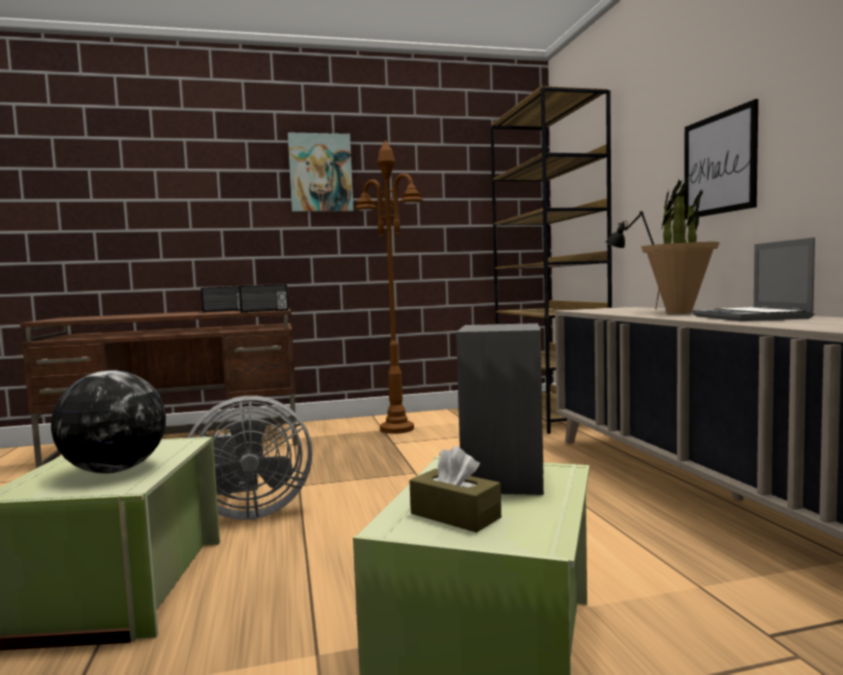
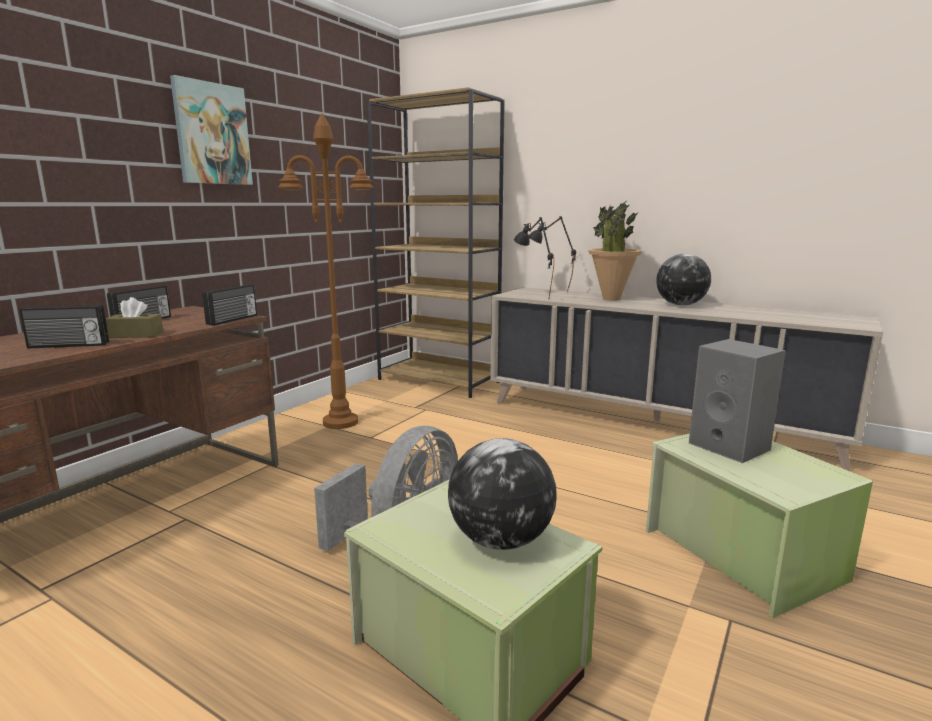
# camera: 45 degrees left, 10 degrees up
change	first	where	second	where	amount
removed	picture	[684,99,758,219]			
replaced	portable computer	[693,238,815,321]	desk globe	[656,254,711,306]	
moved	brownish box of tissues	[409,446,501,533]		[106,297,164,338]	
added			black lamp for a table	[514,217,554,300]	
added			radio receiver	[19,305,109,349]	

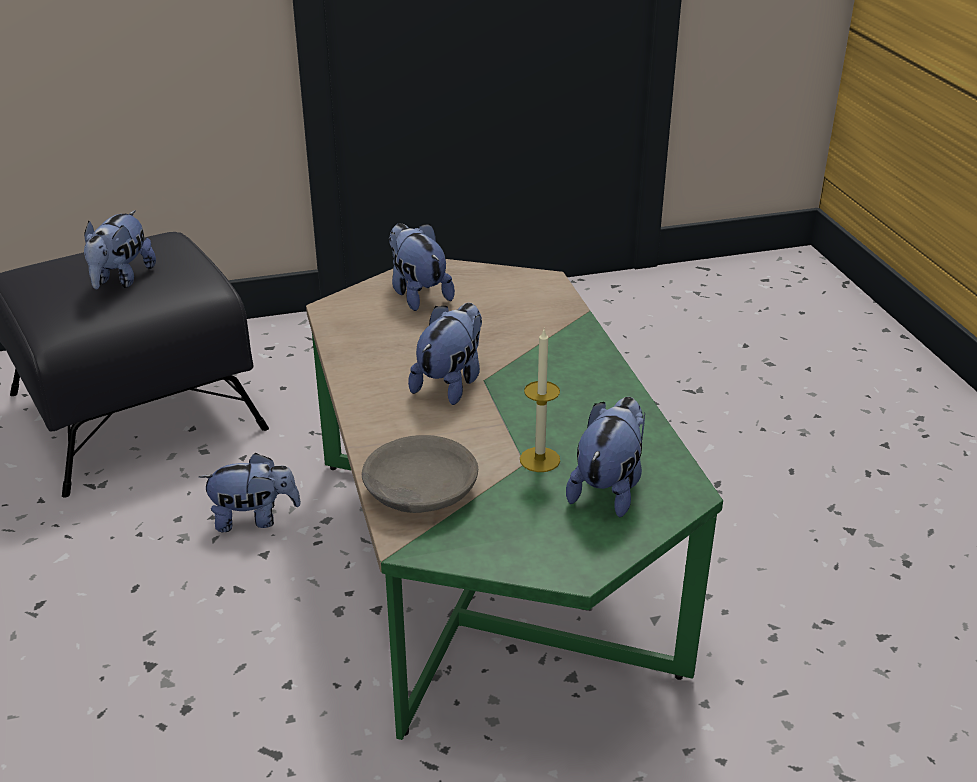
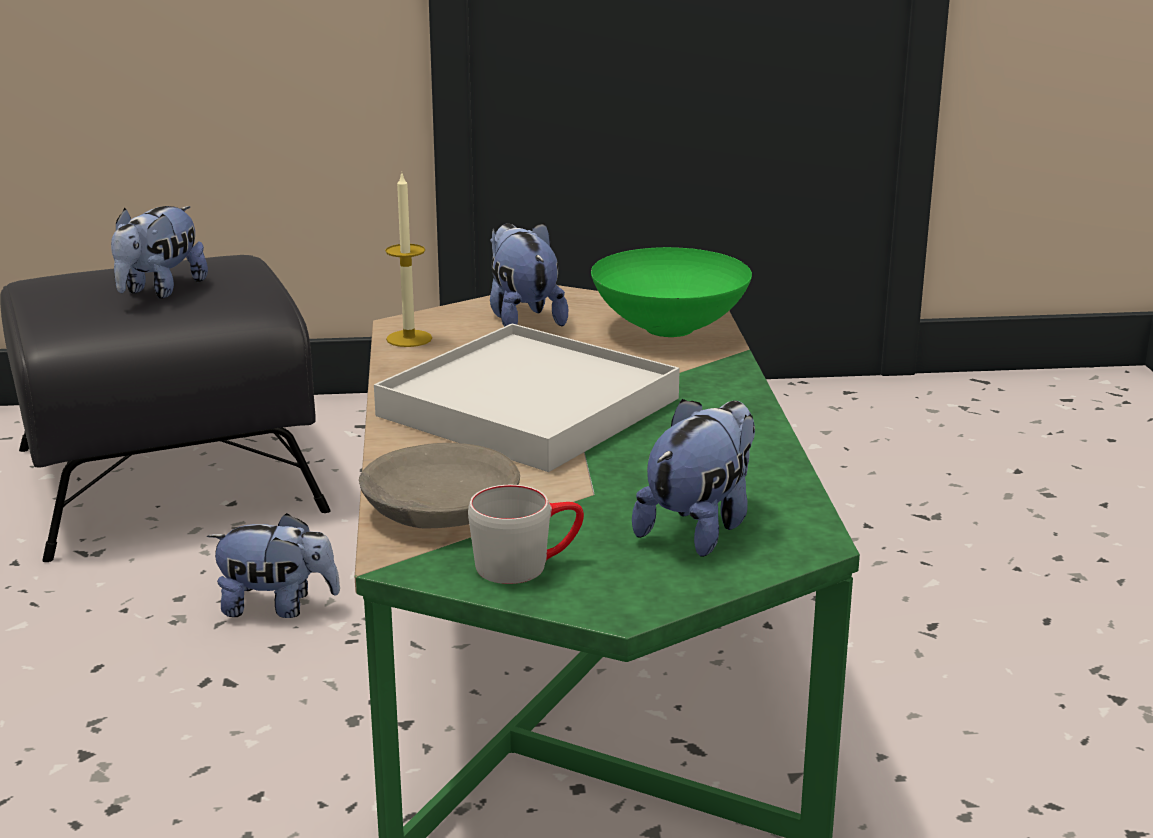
# camera: 10 degrees right, 10 degrees down
change	first	where	second	where	amount
replaced	plush toy	[408,303,482,405]	white-coloured carrying tray	[374,324,680,472]	
moved	wax candle	[520,330,560,472]		[385,174,432,347]	
added			green deep dish	[591,247,752,337]	
added			grey mug	[468,485,584,584]	

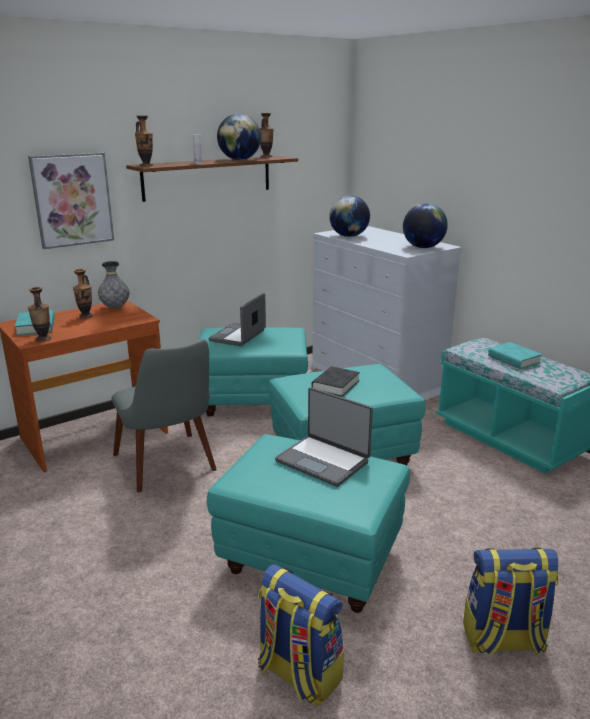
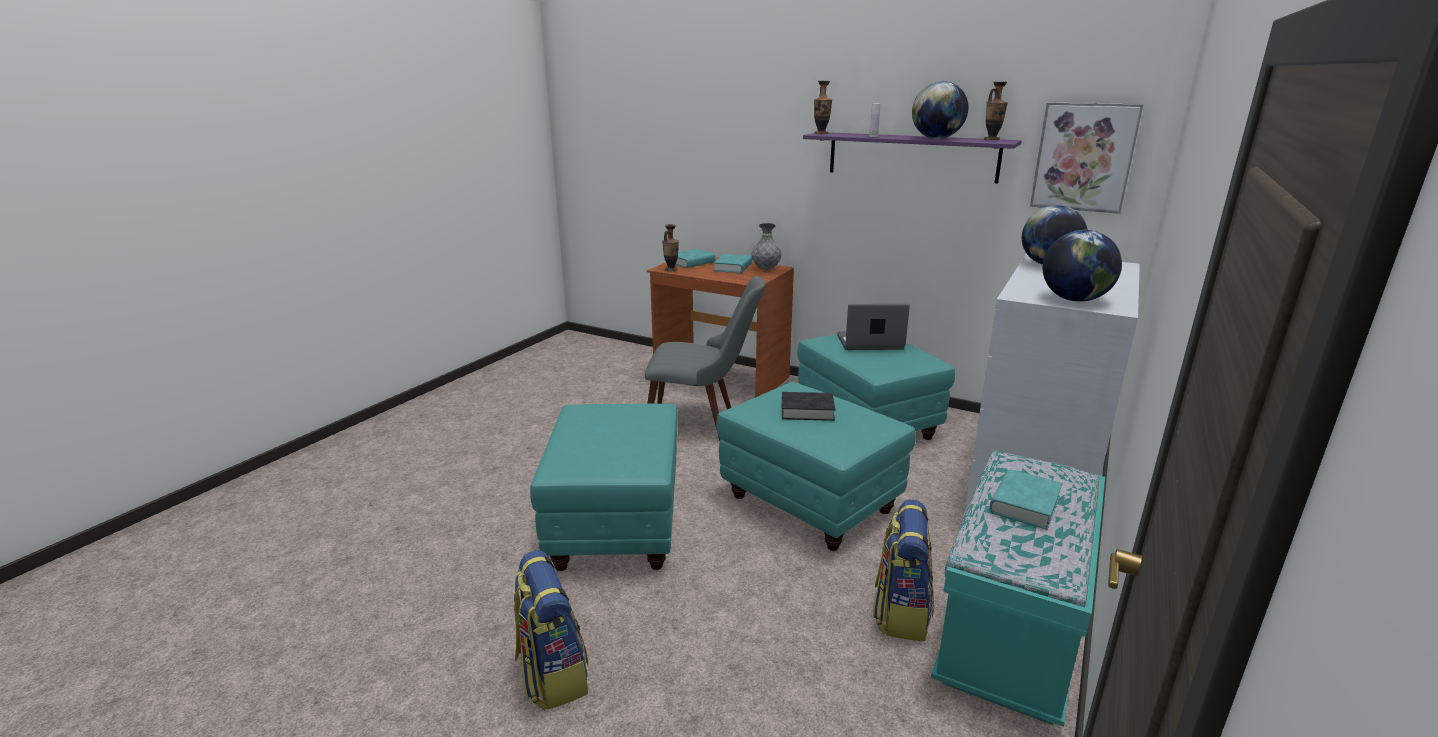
# camera: 65 degrees right, 0 degrees up
change	first	where	second	where	amount
moved	picture	[28,152,114,249]		[1030,102,1143,214]	
recoloured	brownish wall shelf	[126,156,298,202]	purple wall shelf	[803,132,1022,183]	
replaced	flower vase	[73,269,93,319]	turquoise-coloured volume	[713,254,752,273]	
turned	grey upright chair	[112,339,217,492]		[645,276,765,441]	120 degrees counterclockwise
removed	portable computer	[275,387,373,487]			
moved	knapsack	[258,564,344,706]		[873,500,934,641]	

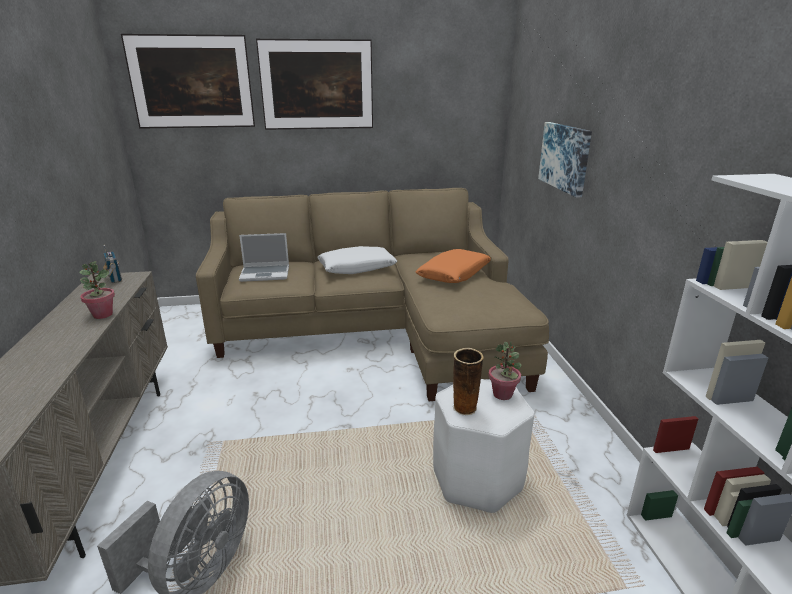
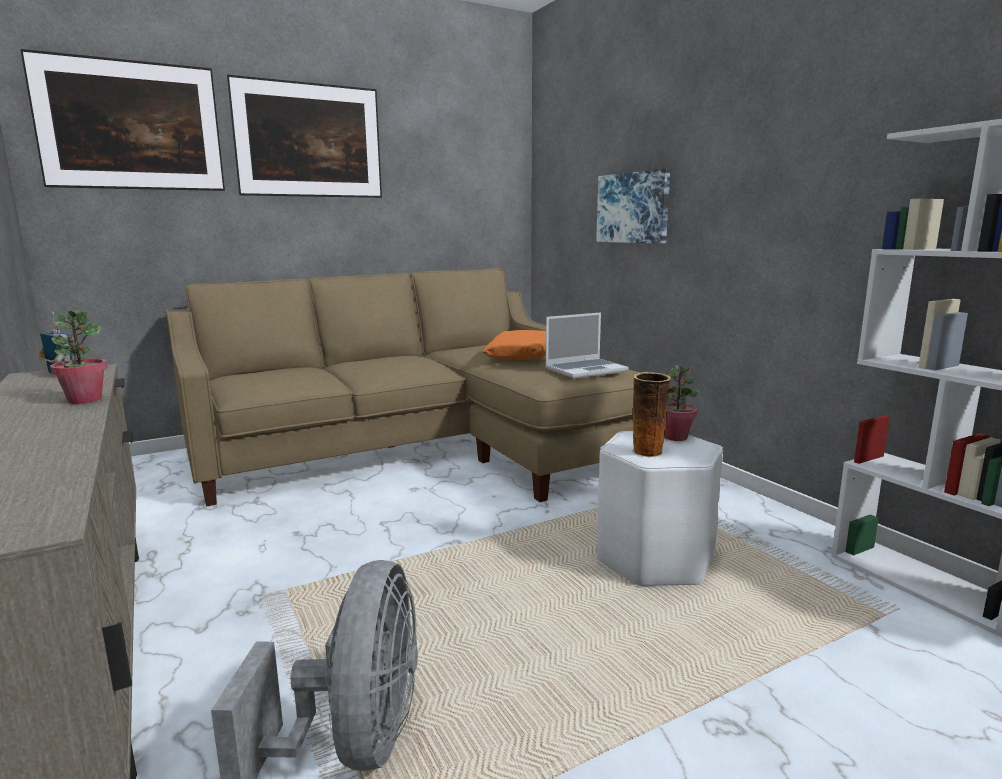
# camera: 20 degrees left, 10 degrees down
change	first	where	second	where	amount
moved	portable computer	[239,233,289,282]		[545,312,629,379]	
removed	white-coloured throw pillow	[317,246,397,274]			

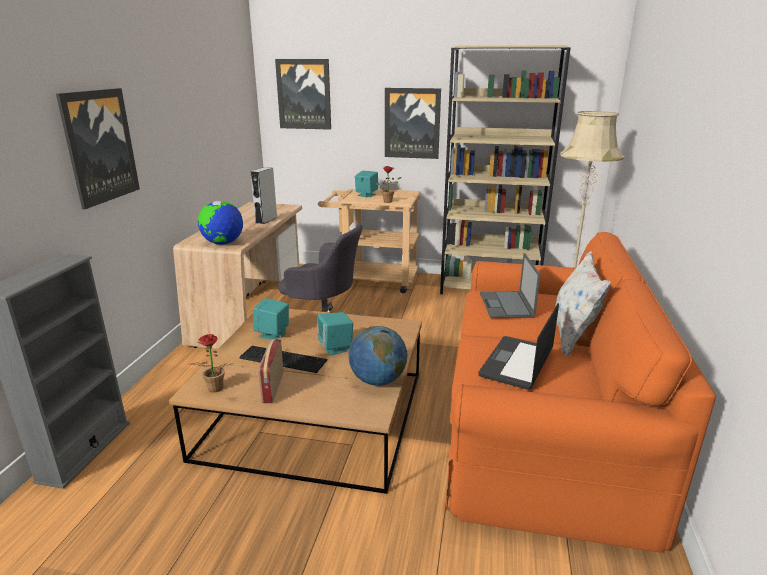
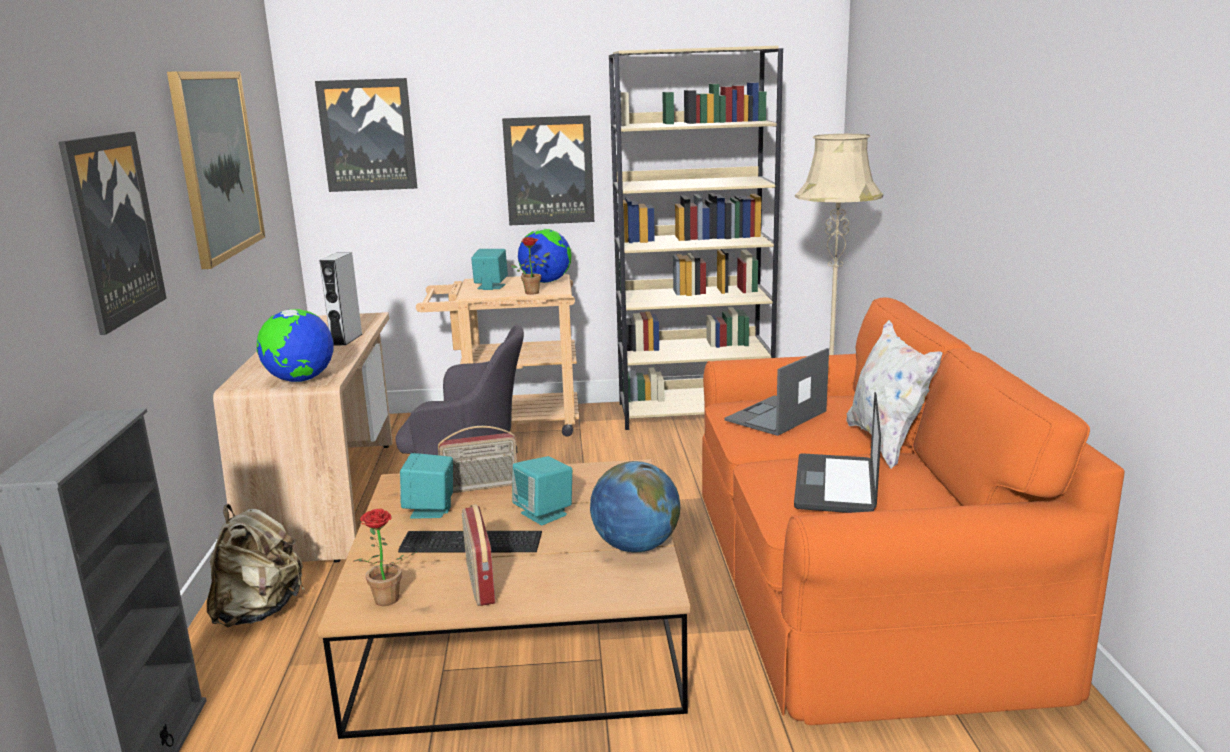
# camera: 15 degrees left, 5 degrees down
change	first	where	second	where	amount
turned	portable computer	[480,253,541,318]		[725,348,829,436]	60 degrees clockwise
added			picture	[167,71,265,269]	
added			desk globe	[518,228,572,283]	
added			radio receiver	[438,426,517,493]	
added			beige-coloured knapsack	[207,504,304,627]	

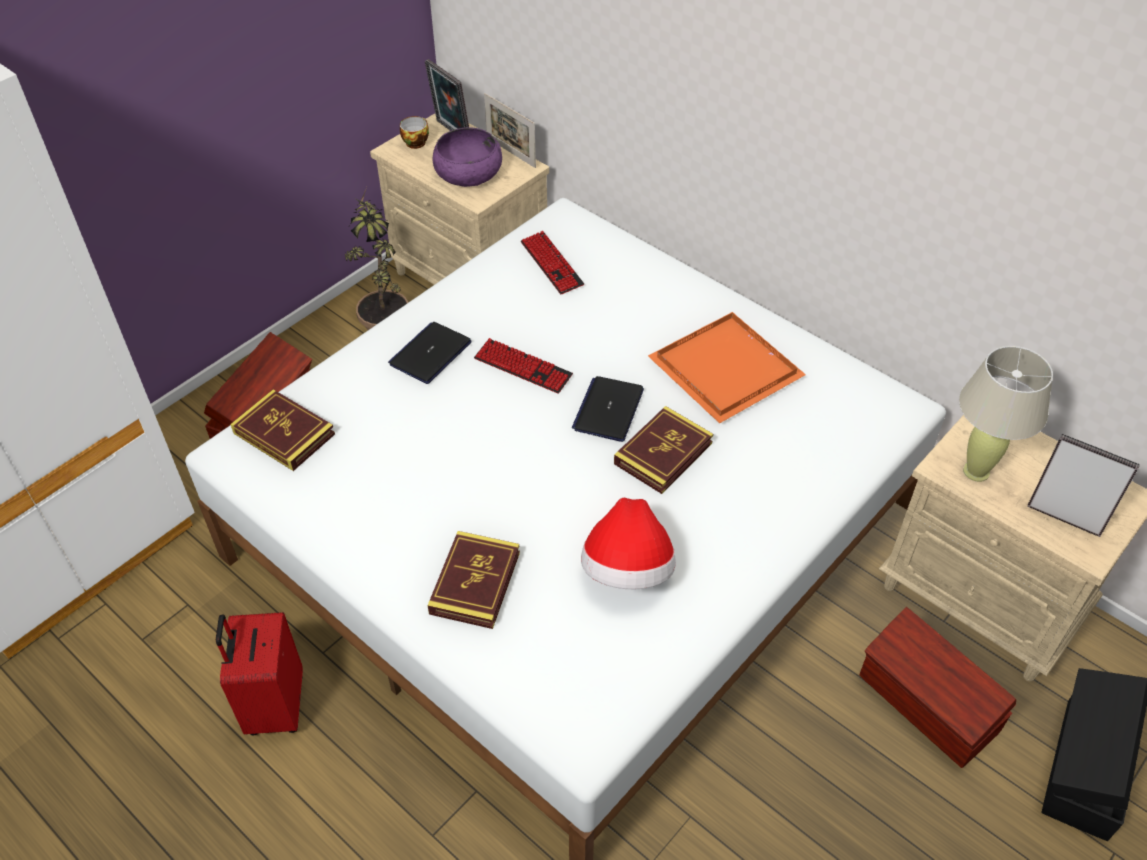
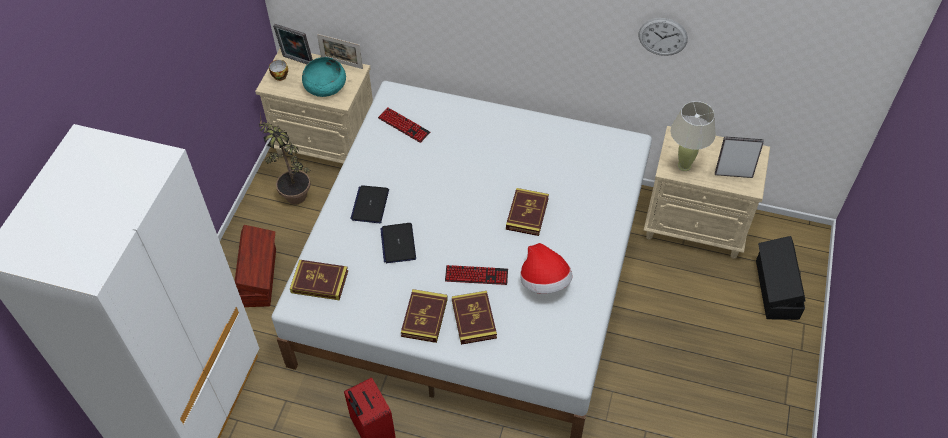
# camera: 25 degrees left, 5 degrees up
change	first	where	second	where	amount
recoloured	purple deep dish	[433,127,502,187]	turquoise-coloured deep dish	[302,57,346,97]	
removed	orange-coloured carrying tray	[648,312,806,424]			
moved	keyboard	[474,338,573,394]		[445,265,508,285]	
moved	portable computer	[572,376,644,442]		[380,223,416,263]	
removed	brownish storage box	[859,607,1016,768]			
added			hanging clock	[639,18,688,56]	
added			volume	[401,289,448,343]	

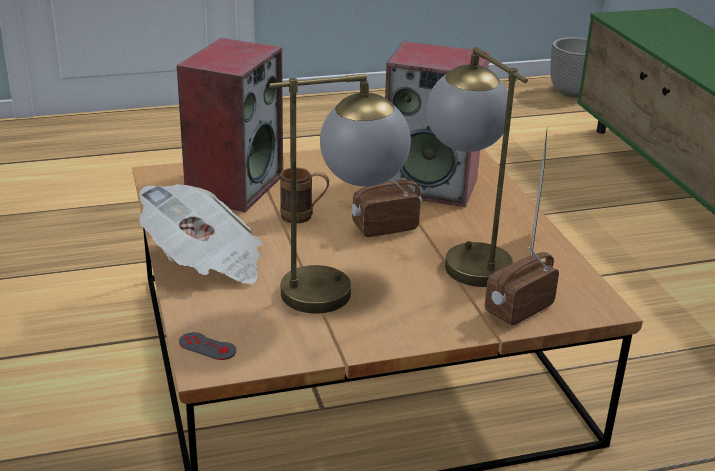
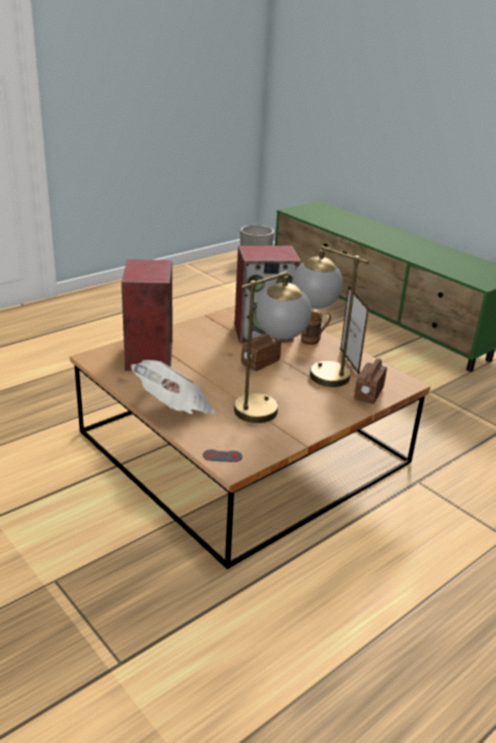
# camera: 25 degrees left, 0 degrees up
change	first	where	second	where	amount
moved	brownish mug	[280,167,329,223]		[301,311,331,345]	

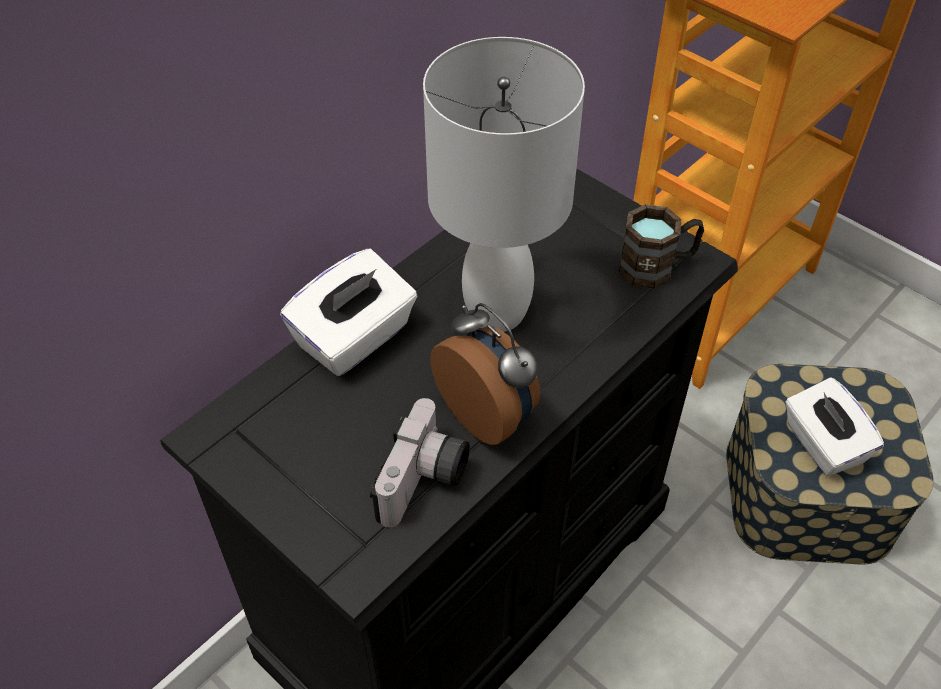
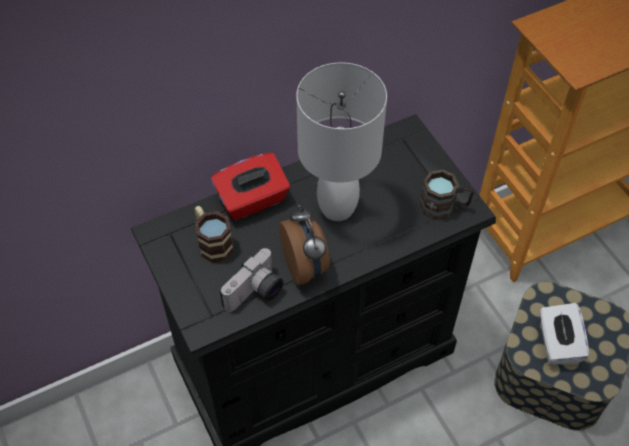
# camera: 20 degrees right, 5 degrees up
change	first	where	second	where	amount
recoloured	white-coloured box of tissues	[280,249,417,376]	red box of tissues	[211,152,290,220]	
added			mug	[195,206,234,263]	

